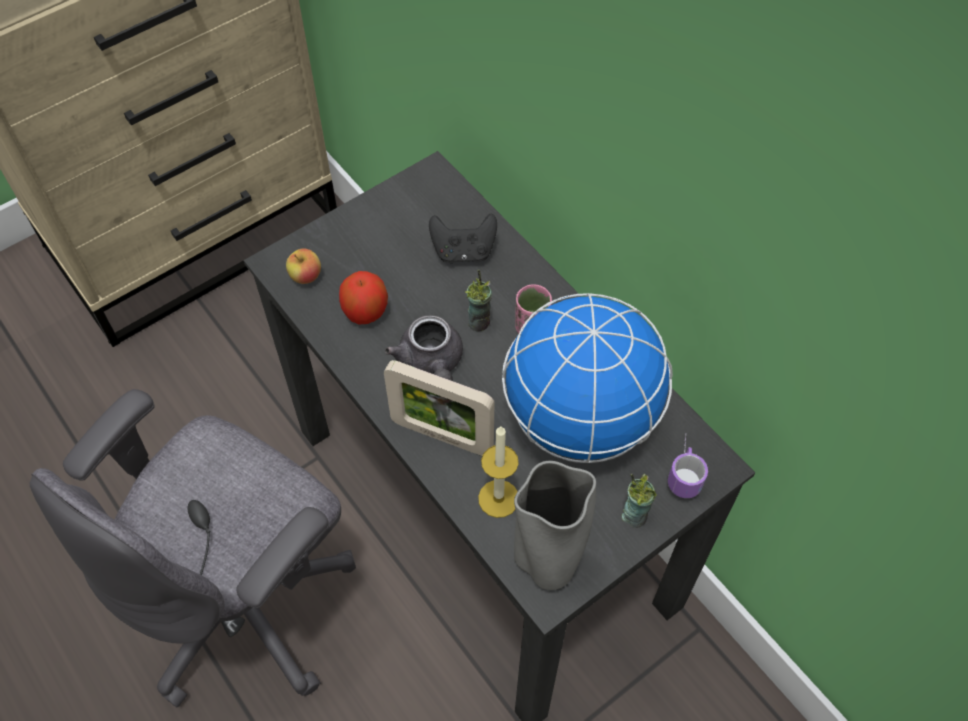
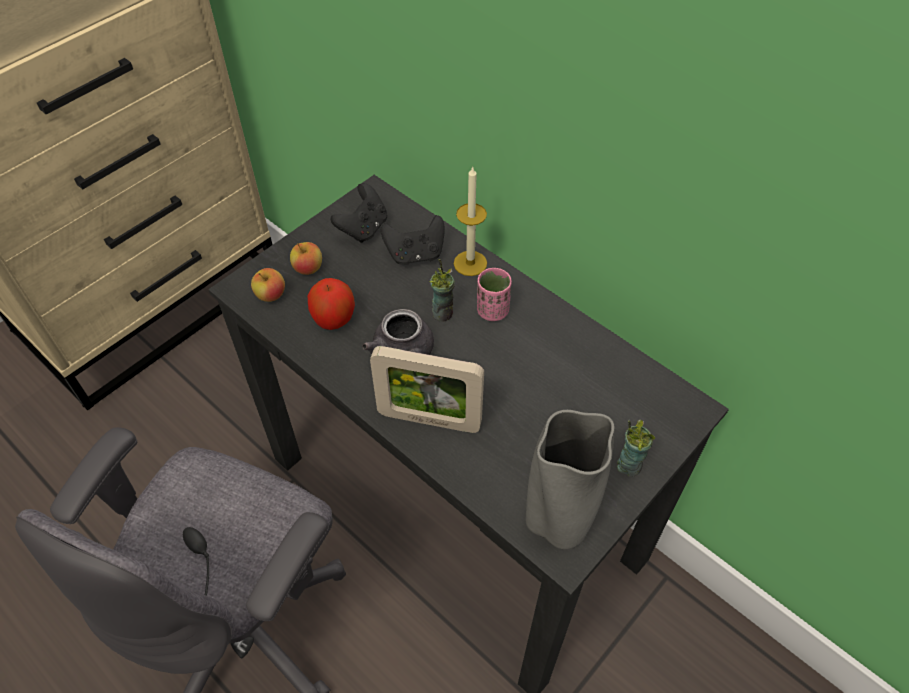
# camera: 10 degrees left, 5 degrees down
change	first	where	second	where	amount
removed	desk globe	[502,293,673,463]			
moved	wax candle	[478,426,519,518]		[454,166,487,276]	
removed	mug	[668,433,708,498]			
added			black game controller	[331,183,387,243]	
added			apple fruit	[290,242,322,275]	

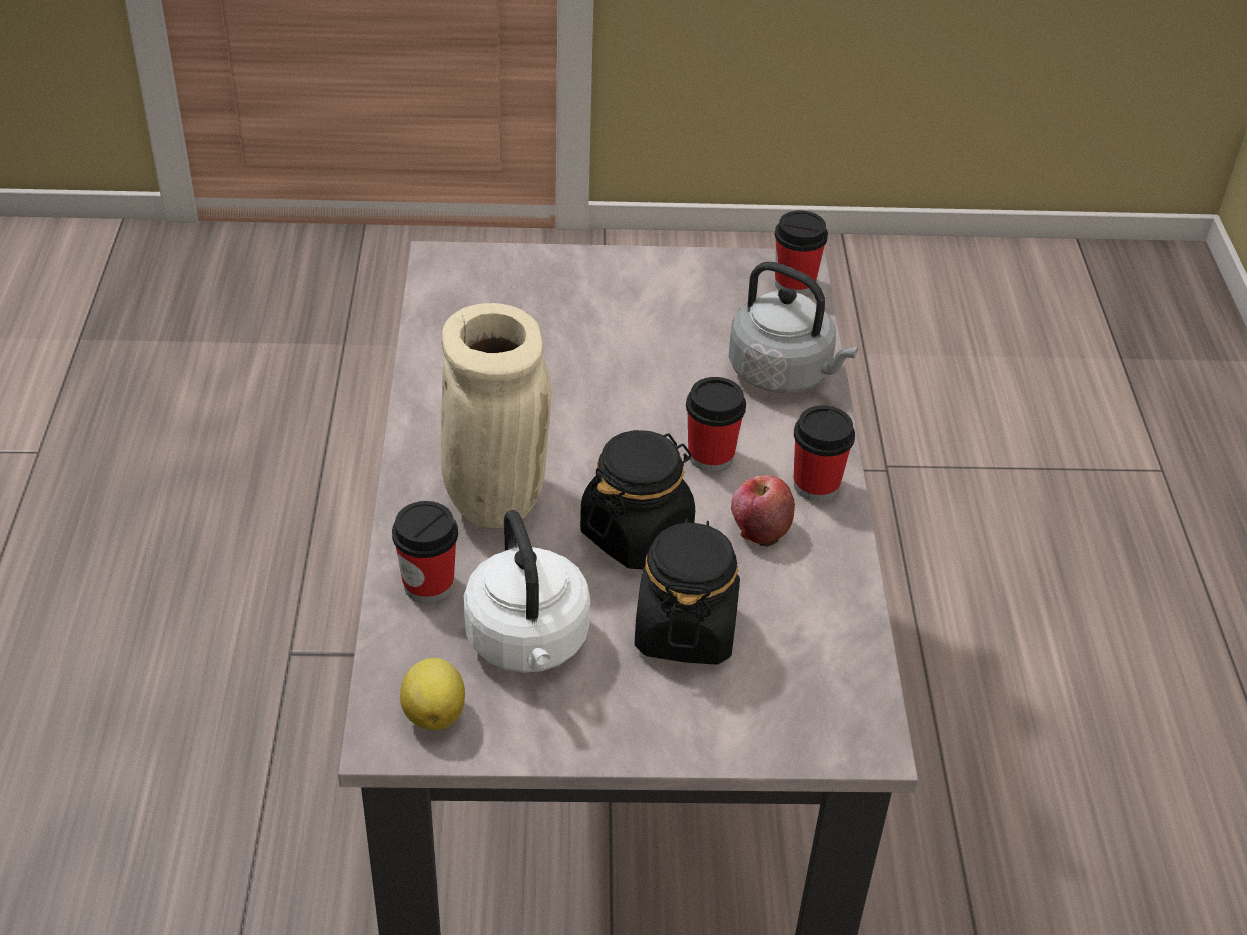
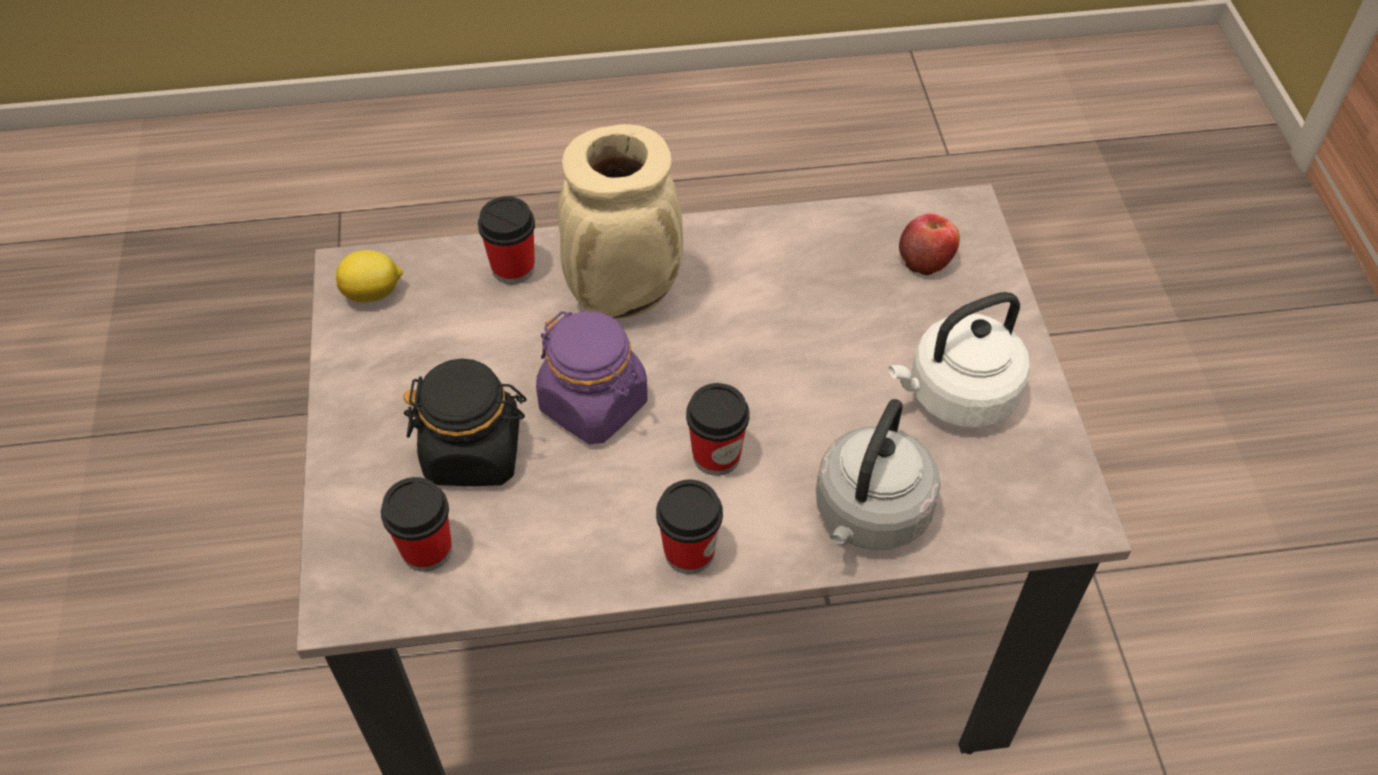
# camera: 85 degrees right, 10 degrees up
change	first	where	second	where	amount
moved	small cup	[775,211,828,296]		[381,477,452,572]	
recoloured	black jar	[580,430,695,569]	purple jar	[536,311,648,444]	
moved	apple fruit	[731,475,795,547]		[899,213,960,275]	
moved	white-coloured tea kettle	[464,510,590,673]		[888,292,1030,428]	

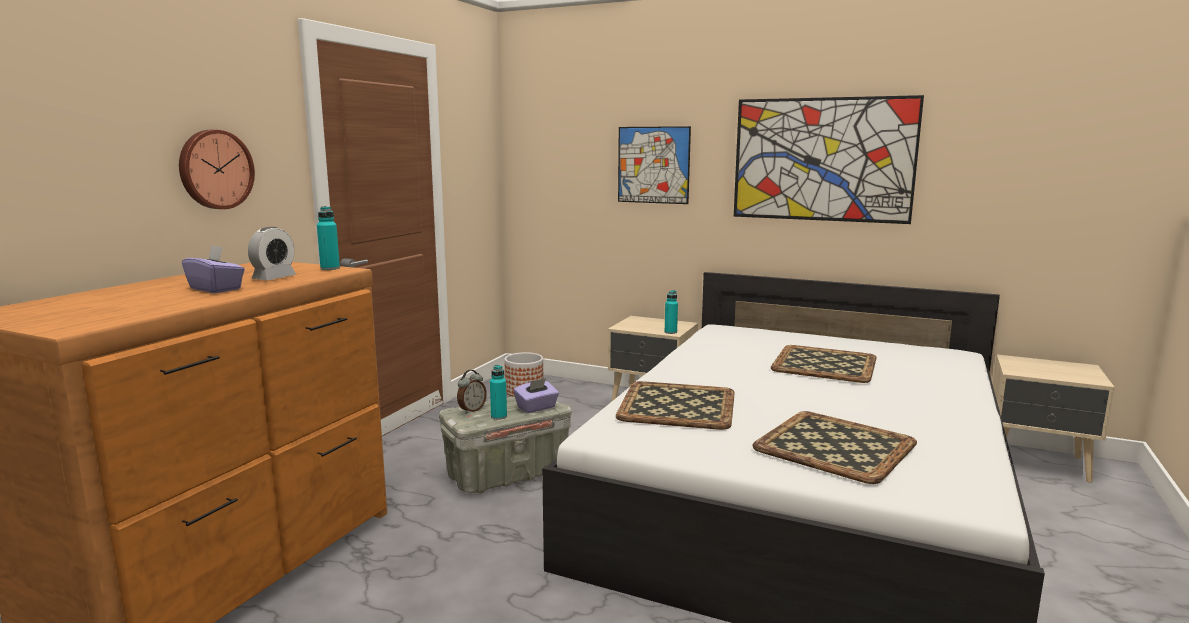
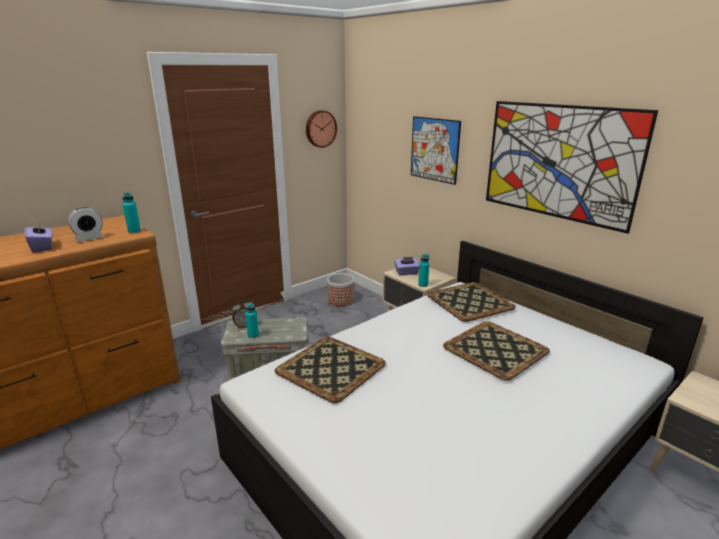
# camera: 25 degrees right, 10 degrees up
change	first	where	second	where	amount
moved	hanging clock	[179,130,255,209]		[306,110,337,148]	
moved	purple box of tissues	[513,378,559,413]		[394,257,419,275]	
moved	carrying tray	[752,411,917,484]		[427,282,516,322]	

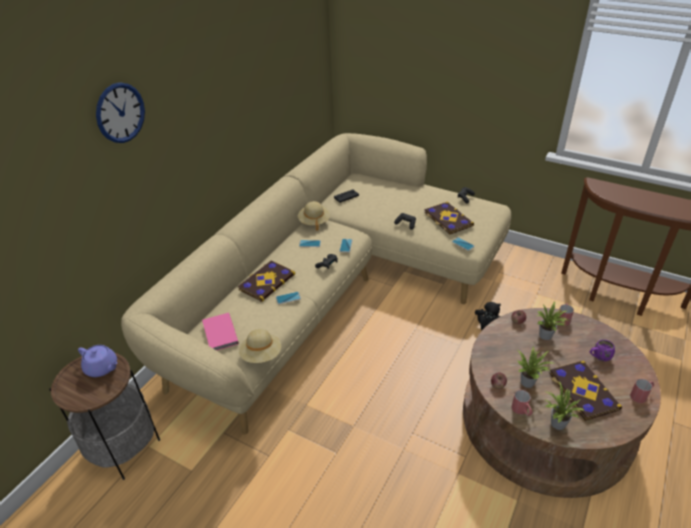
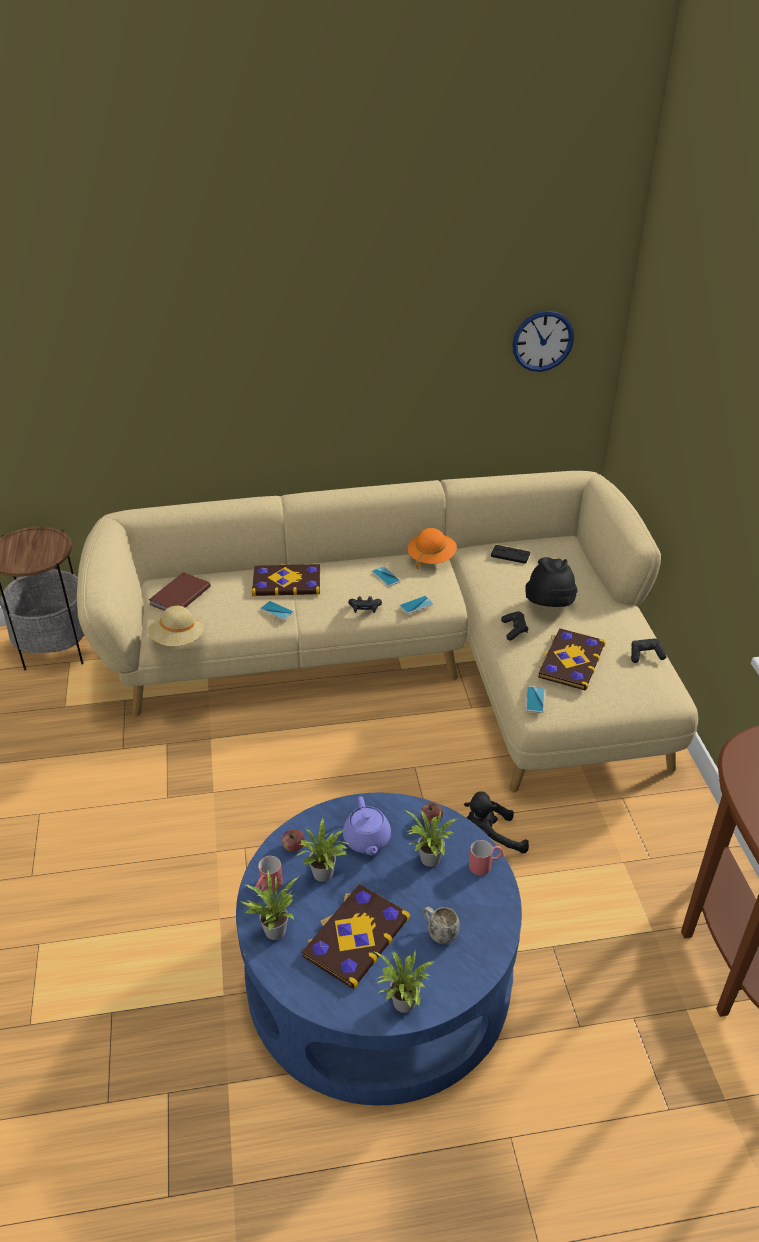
# camera: 50 degrees right, 0 degrees up
change	first	where	second	where	amount
moved	hanging clock	[96,82,145,143]		[512,311,574,372]	
recoloured	beige-coloured clothing hat	[297,201,330,231]	orange-coloured clothing hat	[408,528,457,570]	
recoloured	brownish low table	[463,308,661,498]	bluish low table	[236,793,522,1105]	
recoloured	pink volume	[202,313,239,350]	brownish volume	[149,572,211,611]	
recoloured	purple mug	[590,340,615,361]	white-coloured mug	[423,907,460,944]	
moved	purple tea pot	[78,345,117,377]		[343,797,391,855]	
replaced	red mug	[630,379,654,403]	houseplant	[375,949,435,1013]	
added			black clothing hat	[525,557,578,607]	

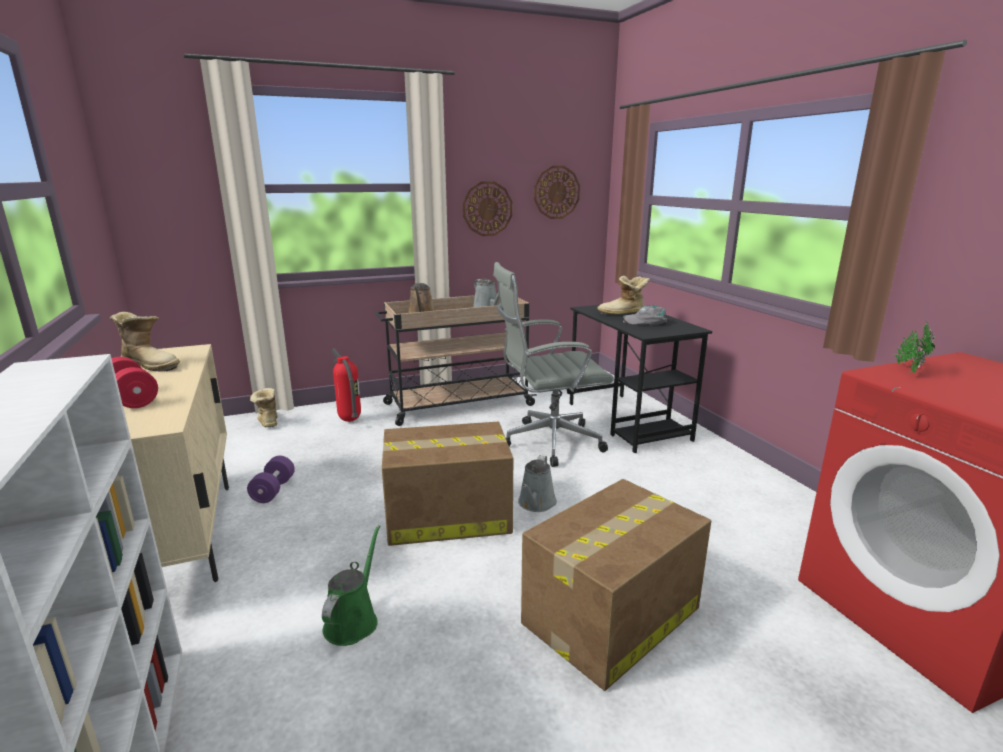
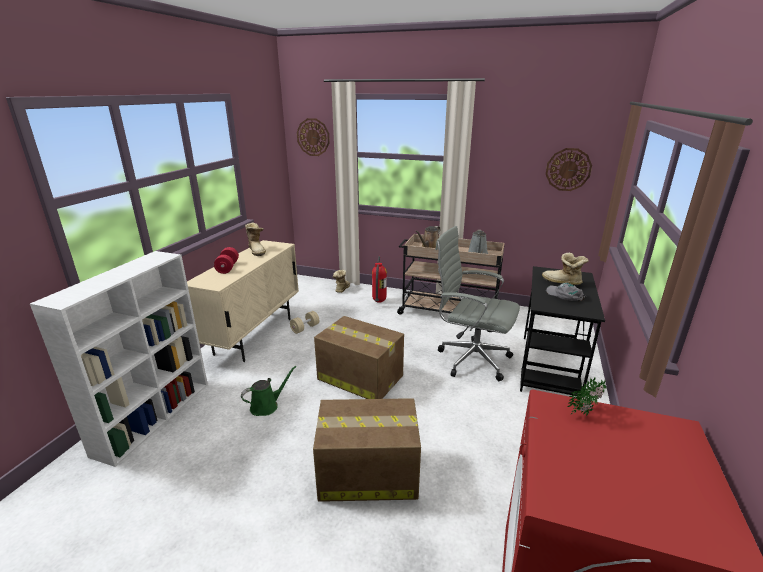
# camera: 40 degrees right, 5 degrees up
change	first	where	second	where	amount
moved	hanging clock	[463,181,512,236]		[297,118,330,156]	
removed	grey sprinkling can	[518,455,557,512]			
recoloured	purple hand weight	[247,456,295,503]	beige-coloured hand weight	[290,311,319,334]	

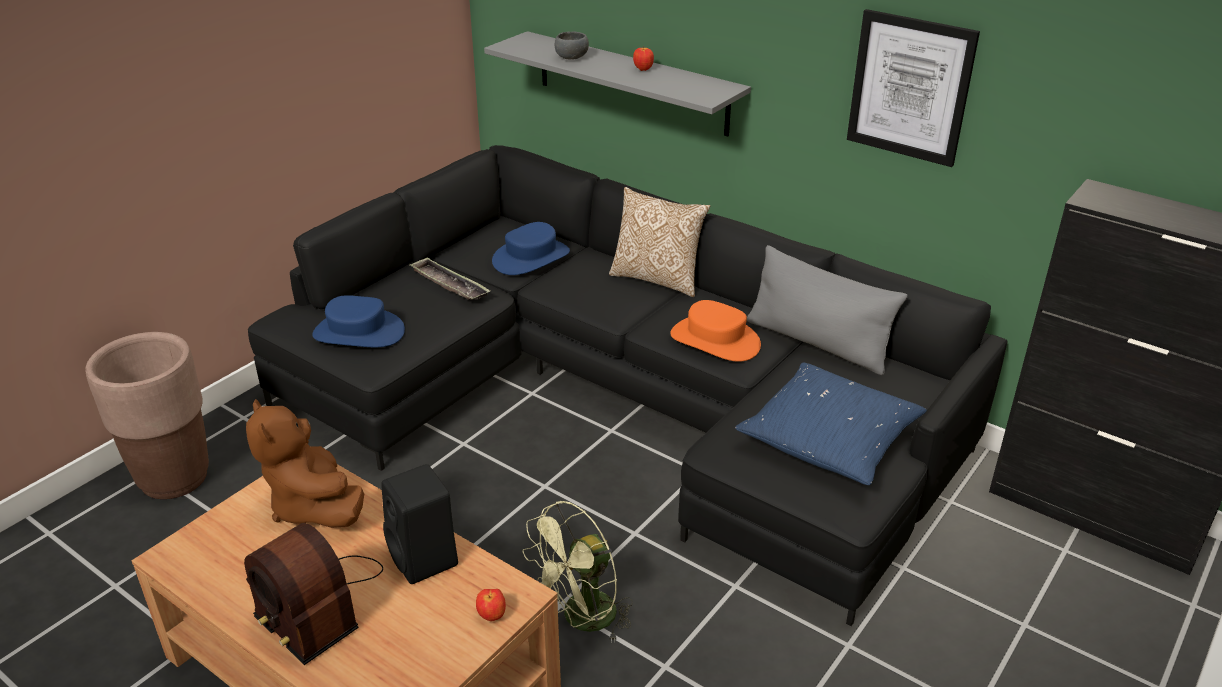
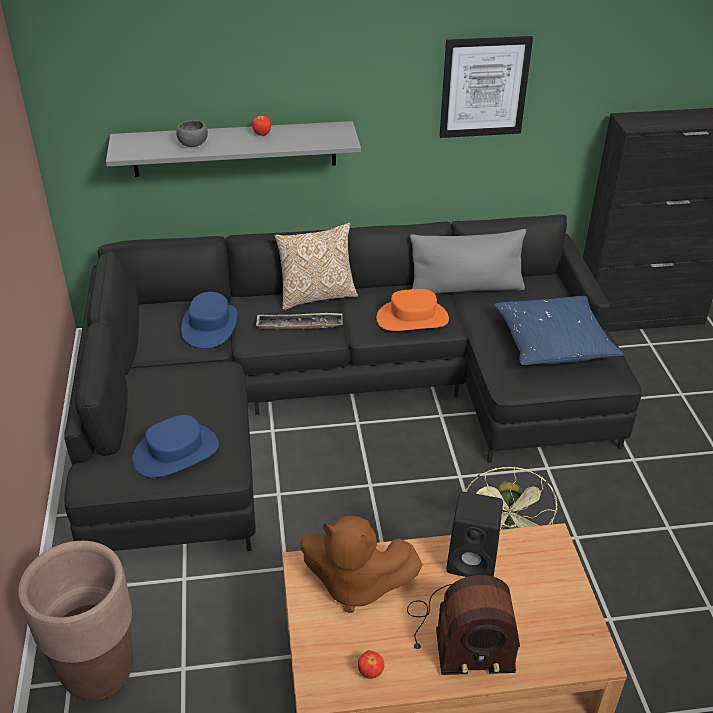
# camera: 45 degrees left, 5 degrees up
change	first	where	second	where	amount
moved	carrying tray	[409,257,491,300]		[256,313,343,330]	
moved	apple fruit	[476,589,506,621]		[358,650,385,679]	

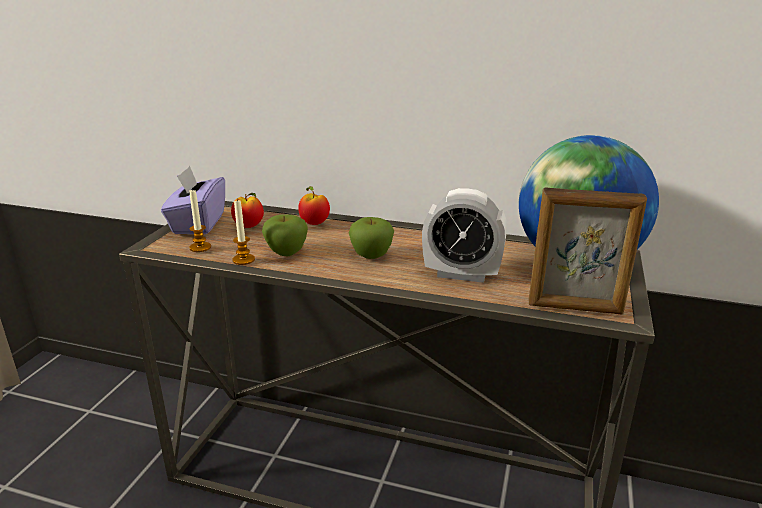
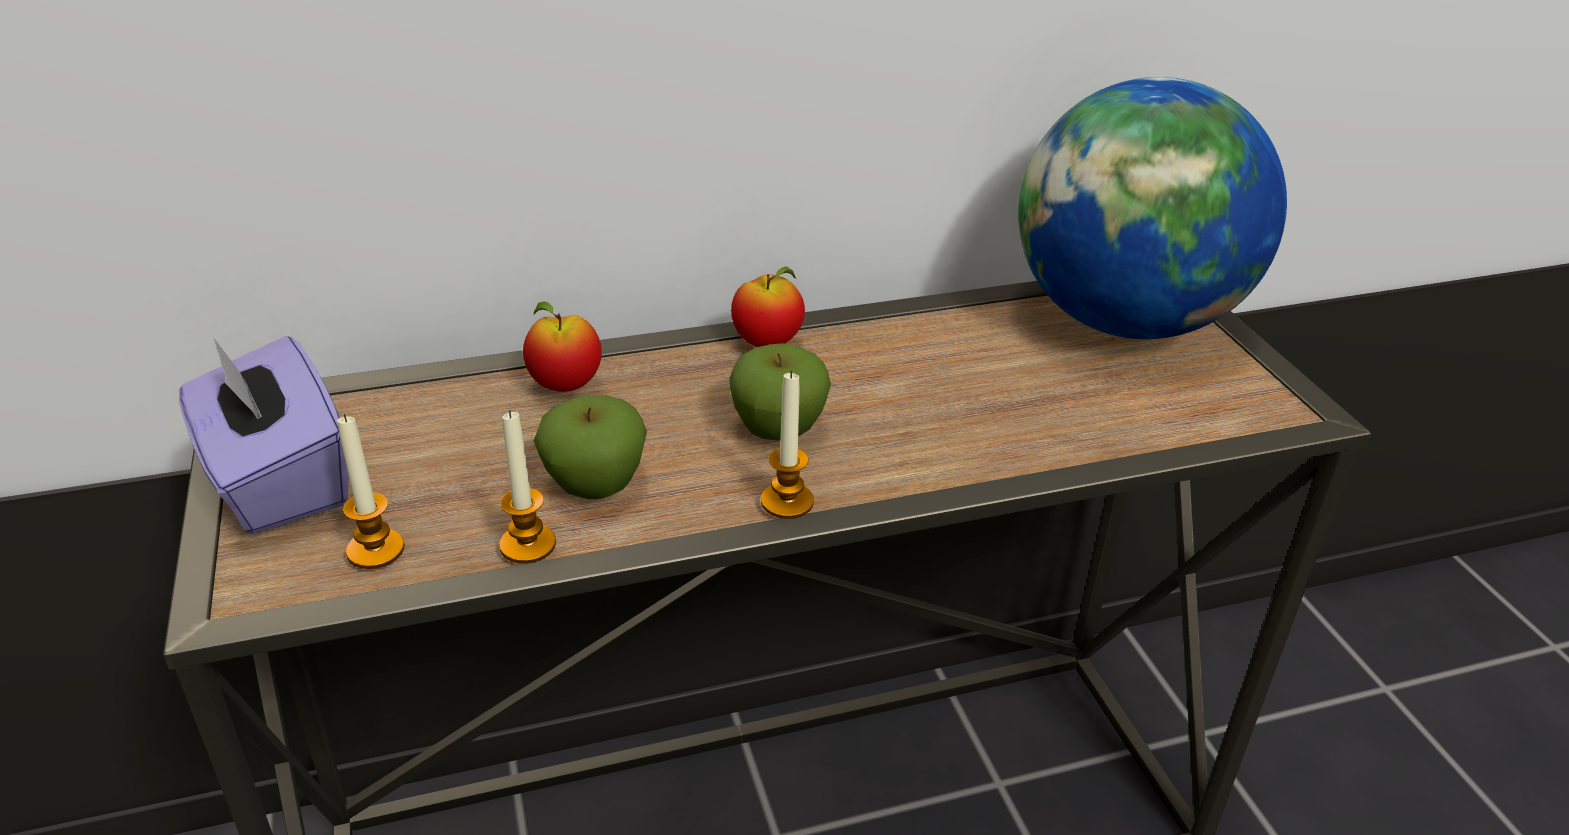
# camera: 35 degrees left, 10 degrees up
change	first	where	second	where	amount
removed	standing frame	[529,187,647,315]			
removed	alarm clock	[422,188,507,283]			
moved	apple fruit	[231,193,264,228]		[731,267,805,347]	
added			wax candle	[761,371,814,519]	

